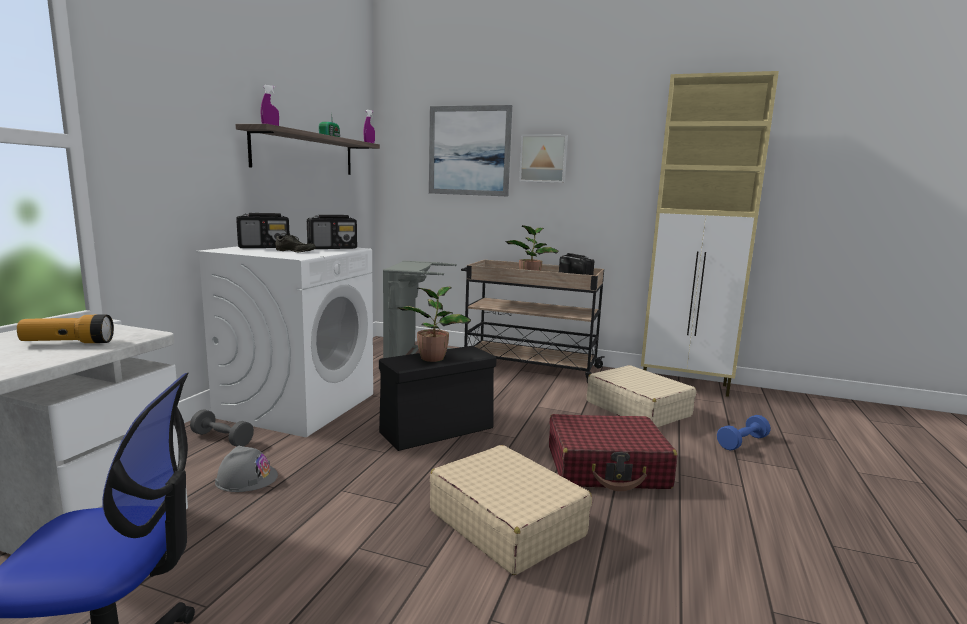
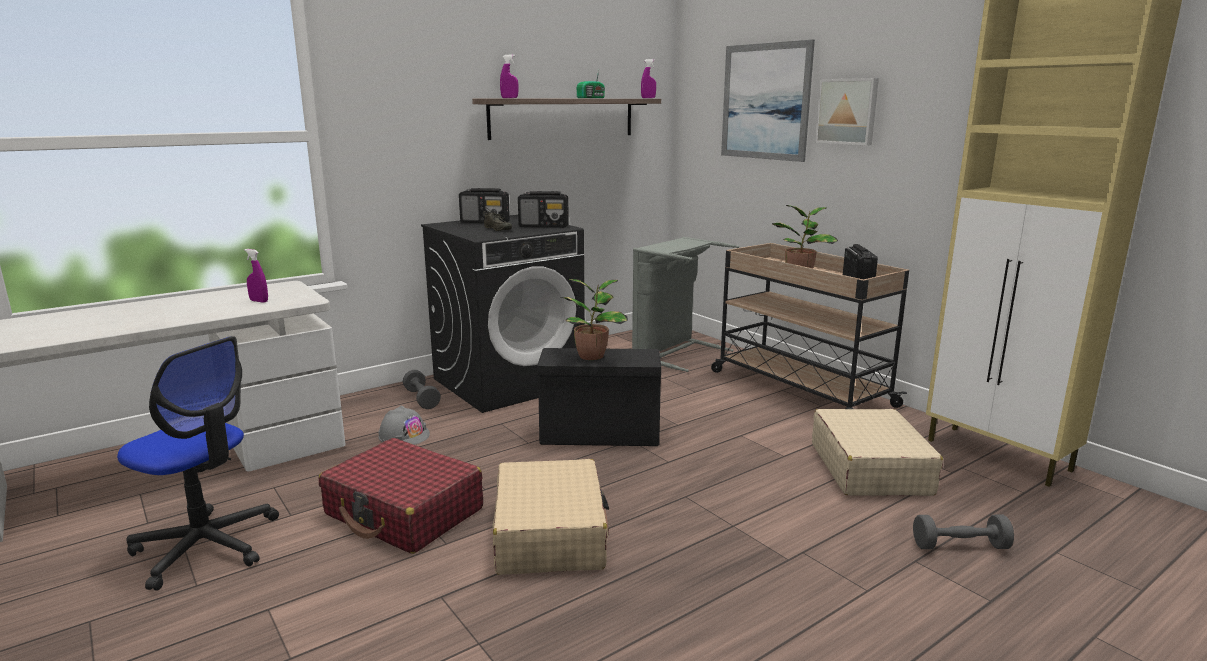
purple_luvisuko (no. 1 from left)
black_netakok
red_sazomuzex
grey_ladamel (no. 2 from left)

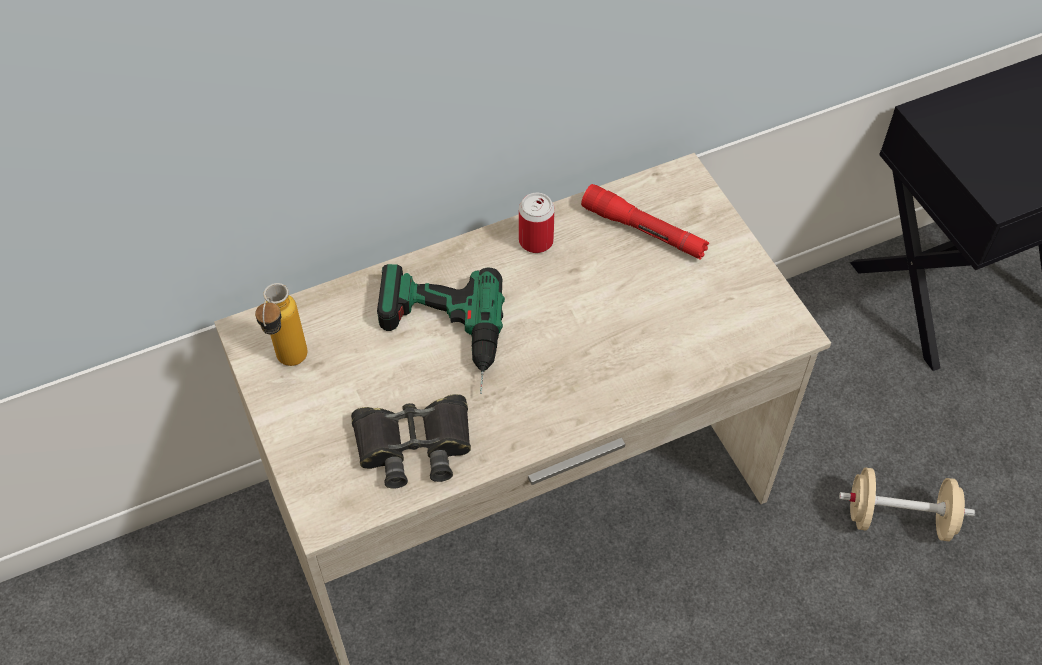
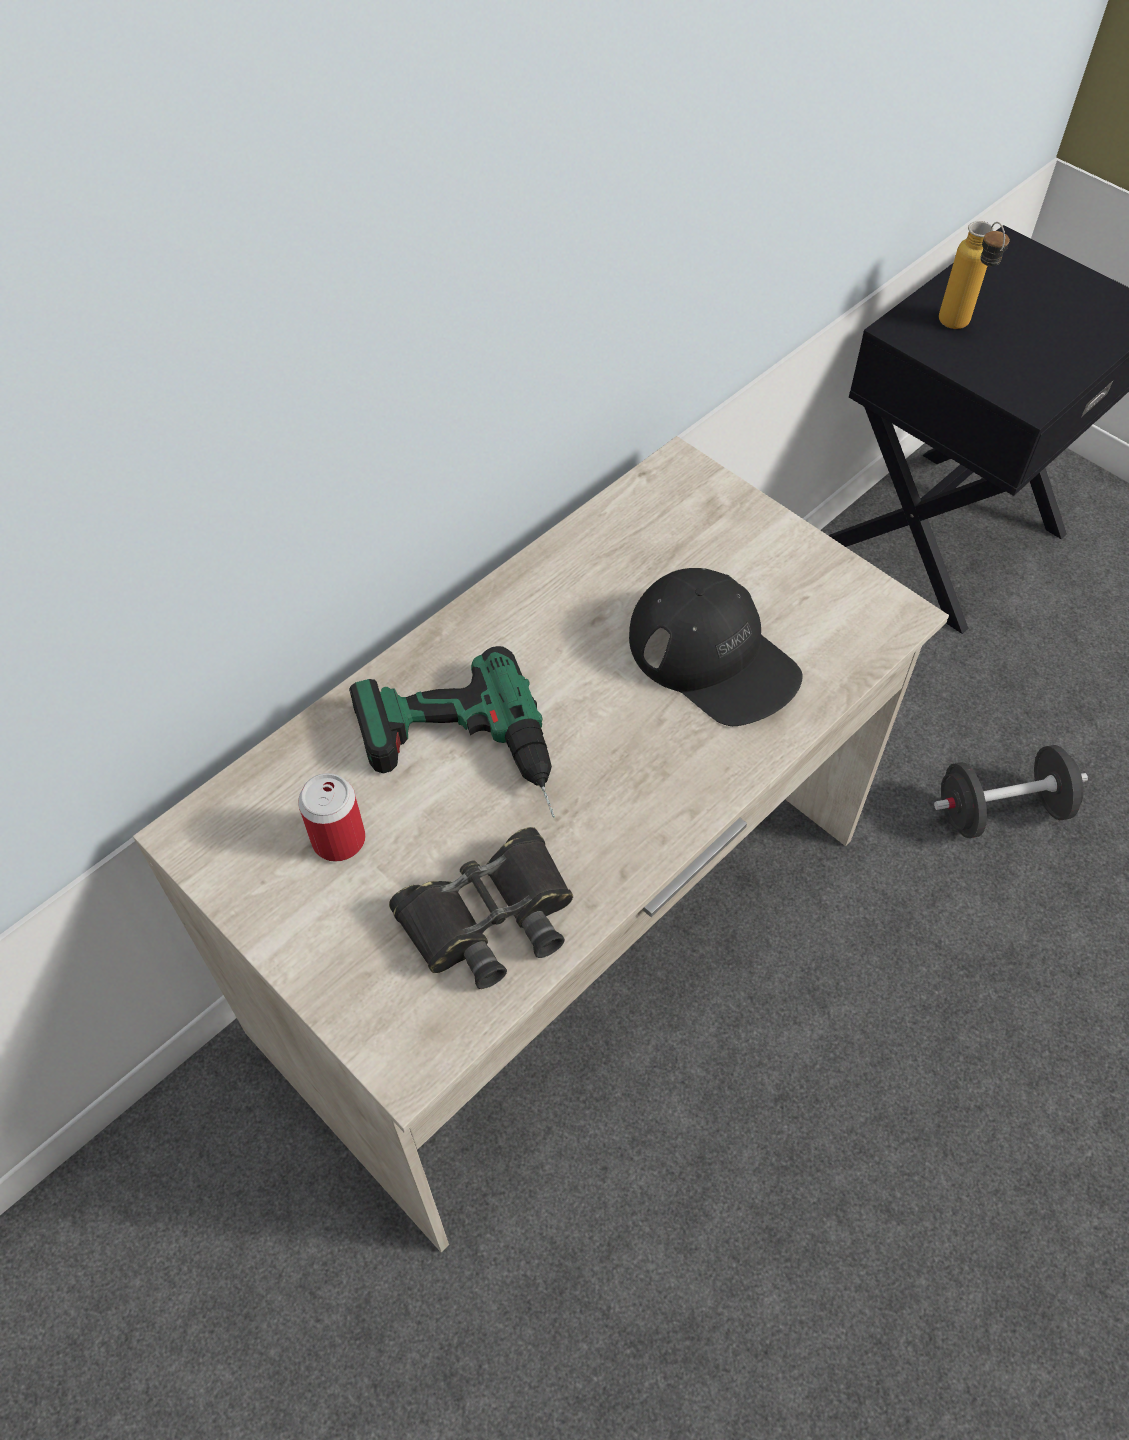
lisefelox
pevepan
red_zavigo
black_ladamel
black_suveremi

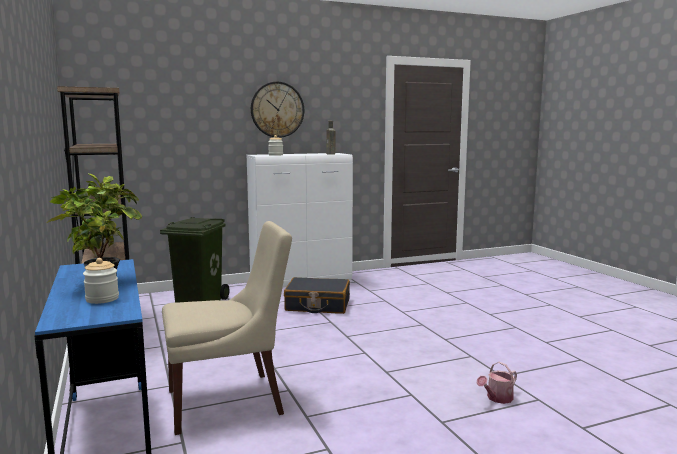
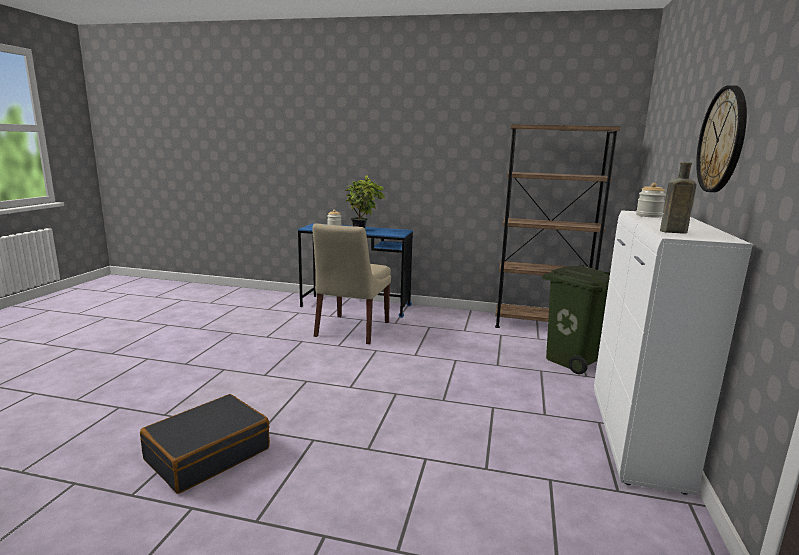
black_sazomuzex
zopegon

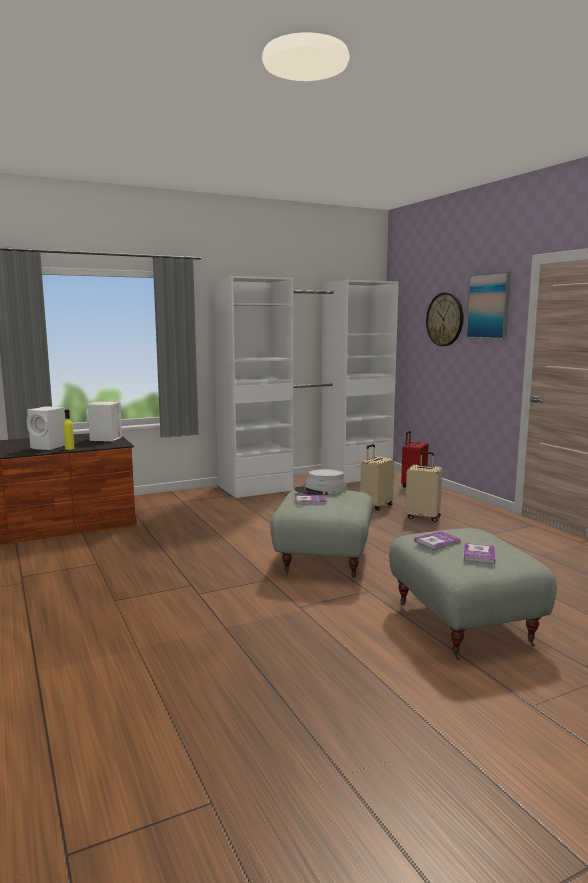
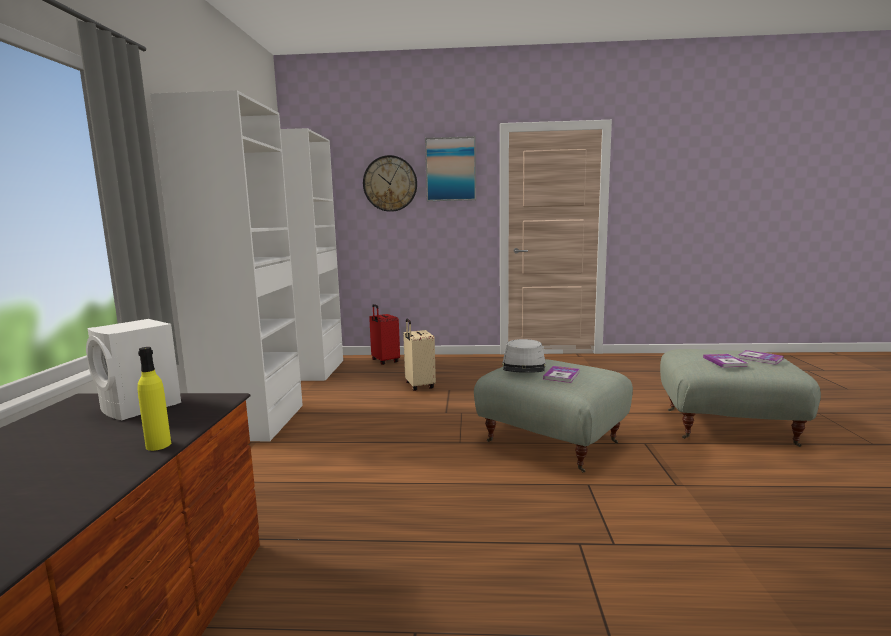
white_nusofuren (no. 1 from left in the first image)
beige_sazomuzex (no. 2 from left in the first image)

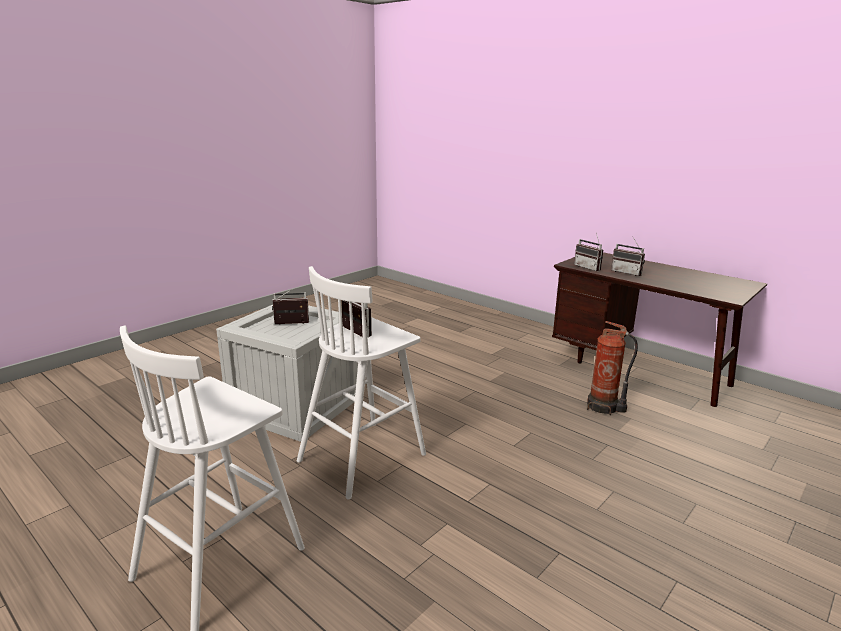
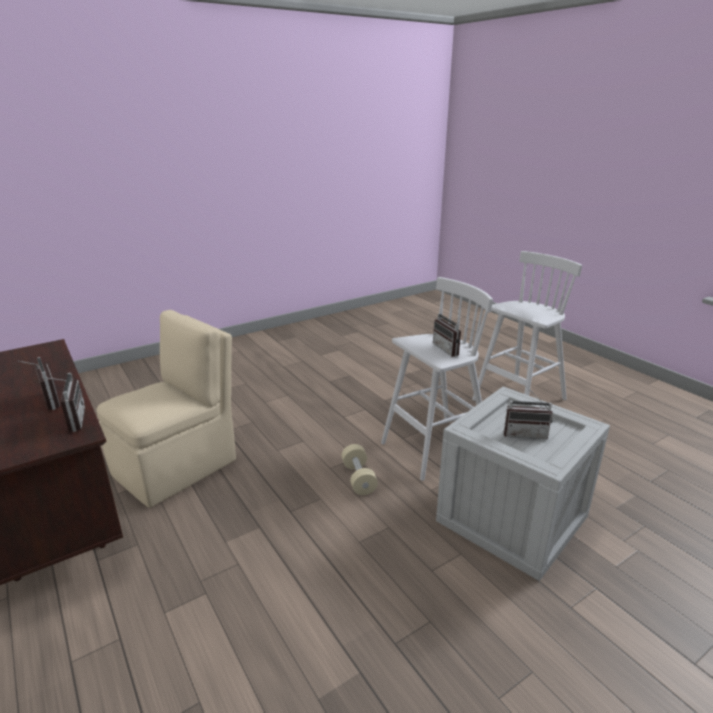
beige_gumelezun
beige_ladamel

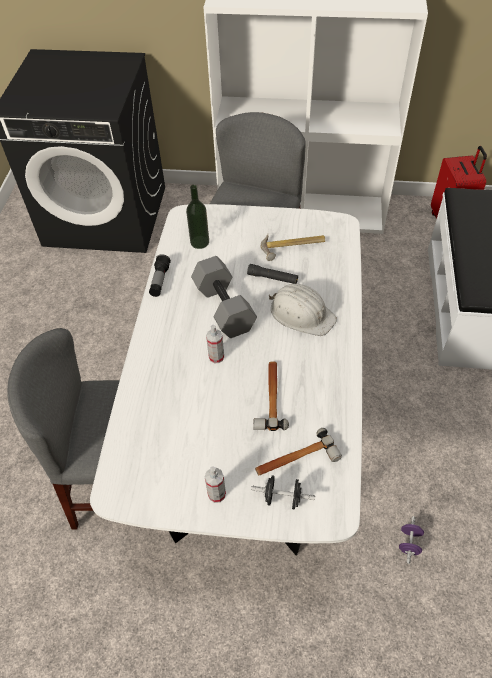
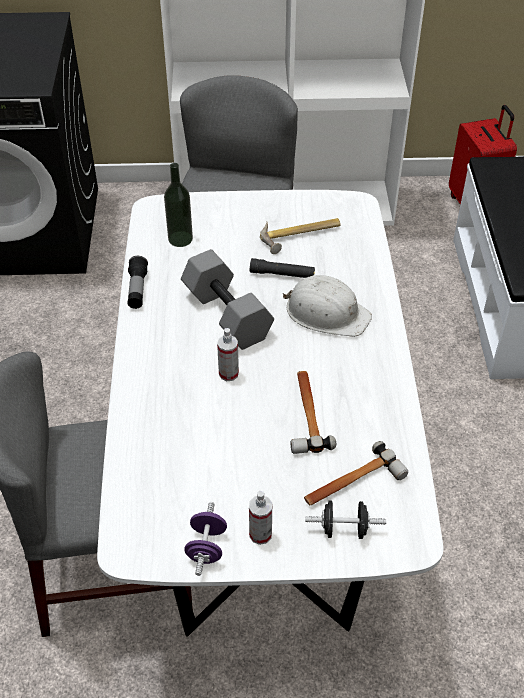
purple_ladamel

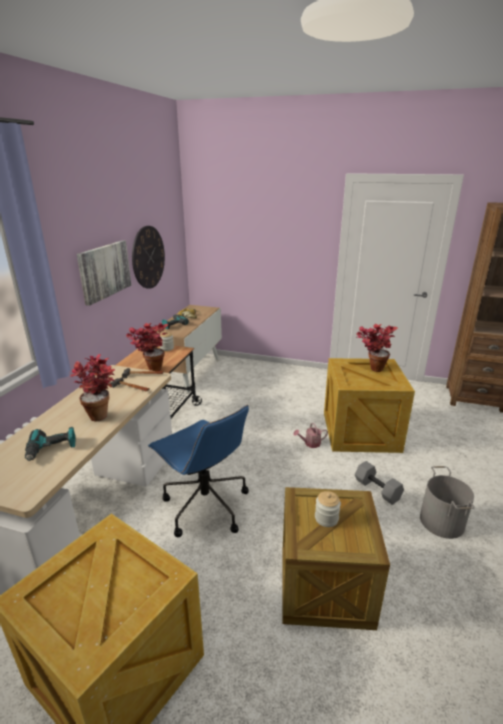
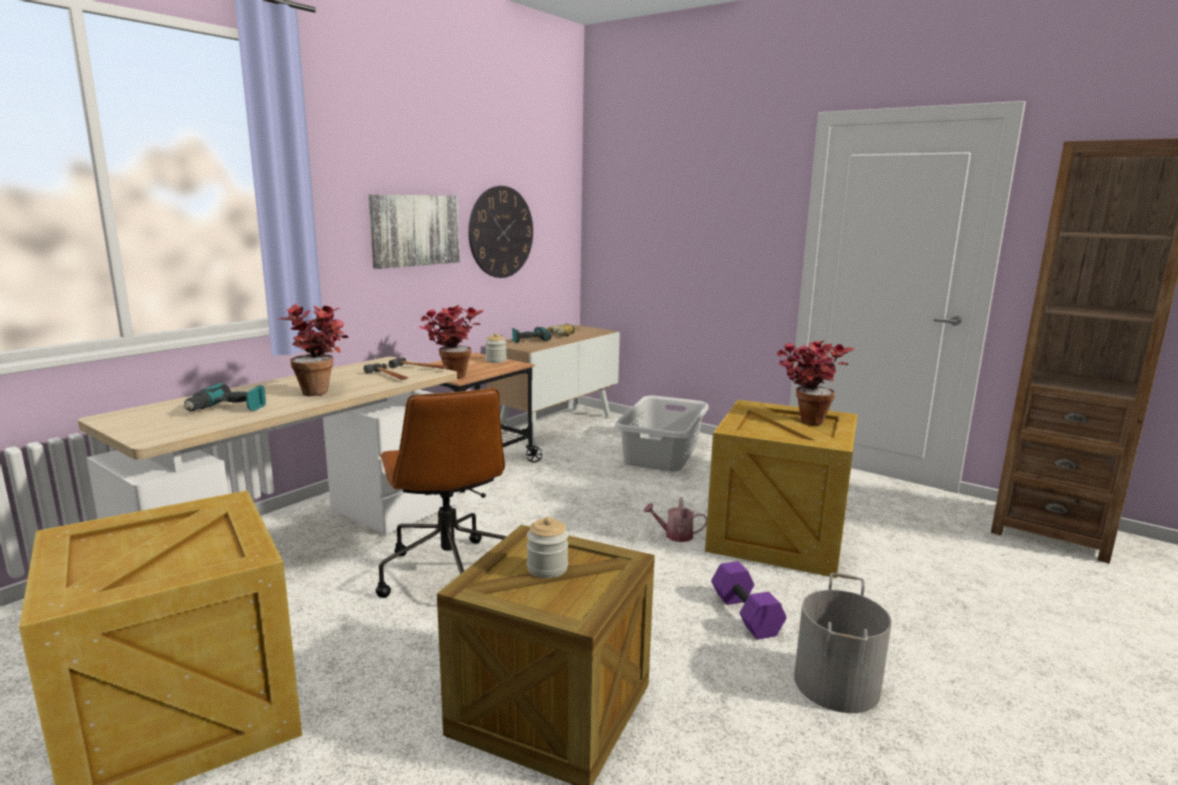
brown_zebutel
purple_ladamel
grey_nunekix

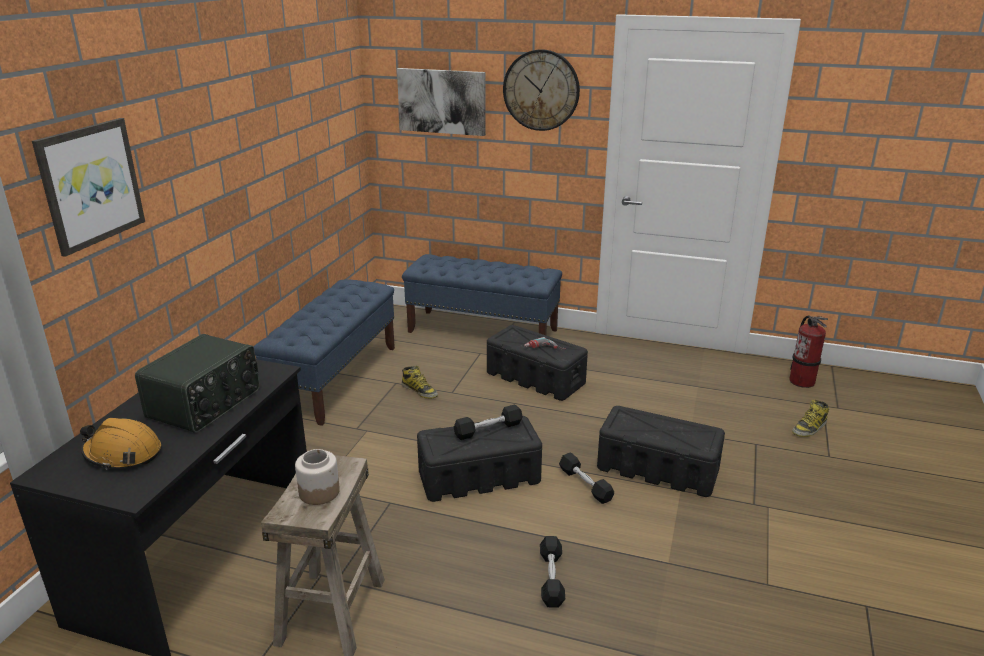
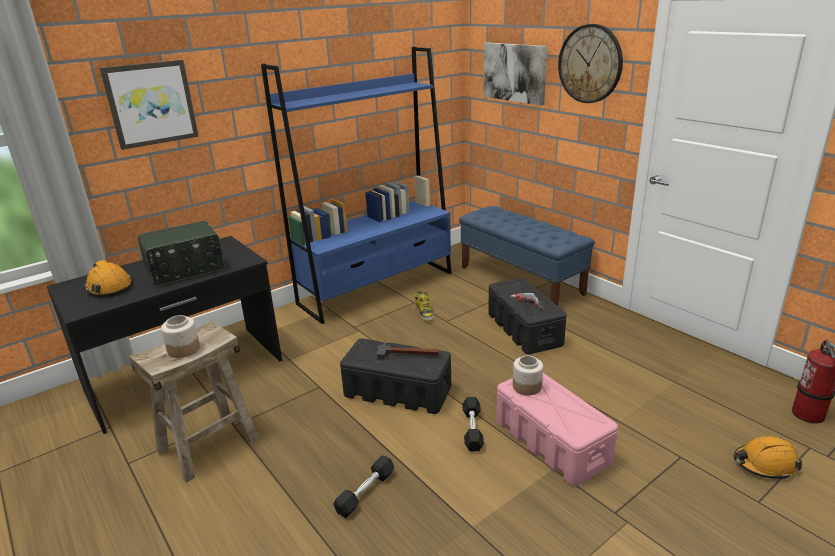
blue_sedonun
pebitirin
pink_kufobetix
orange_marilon (no. 2 from left)
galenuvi (no. 2 from left)

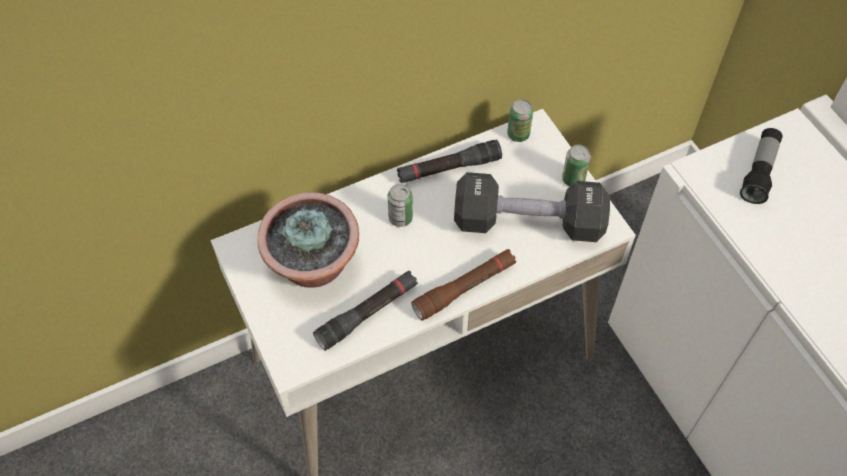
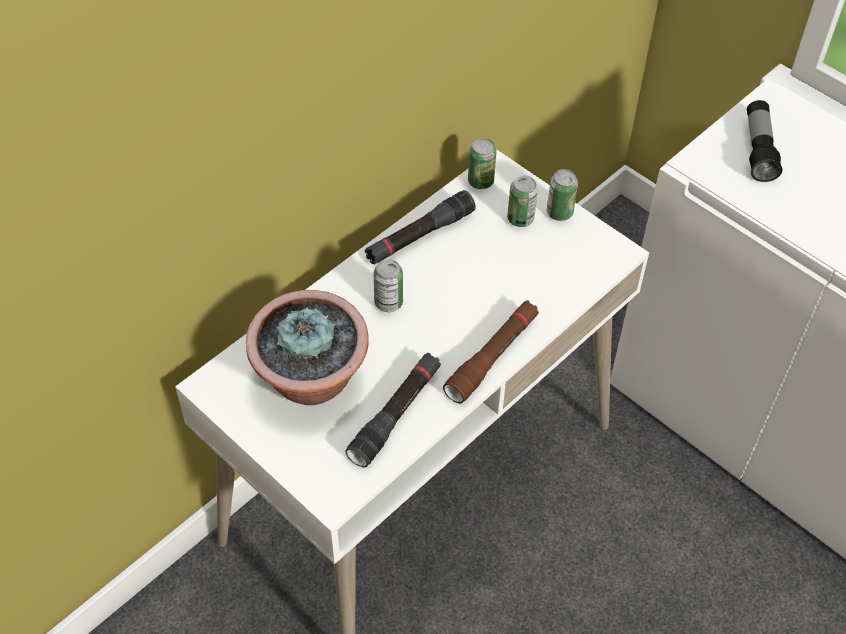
black_ladamel
pevepan (no. 3 from left)

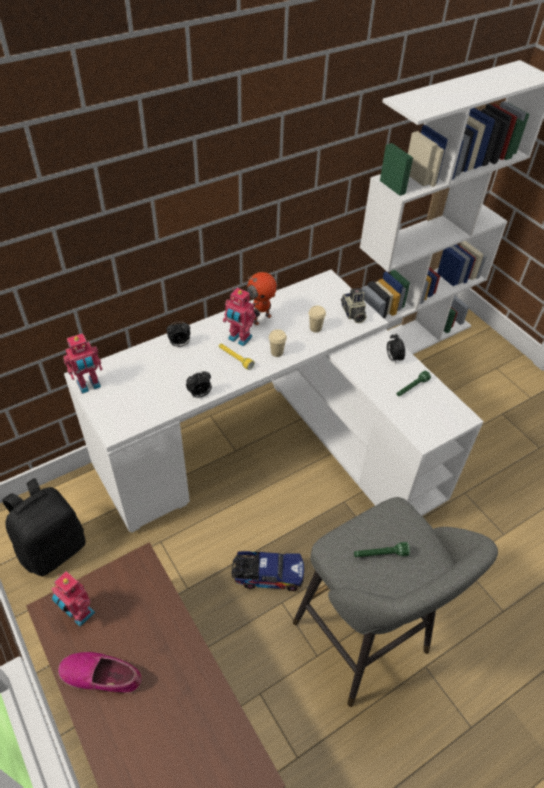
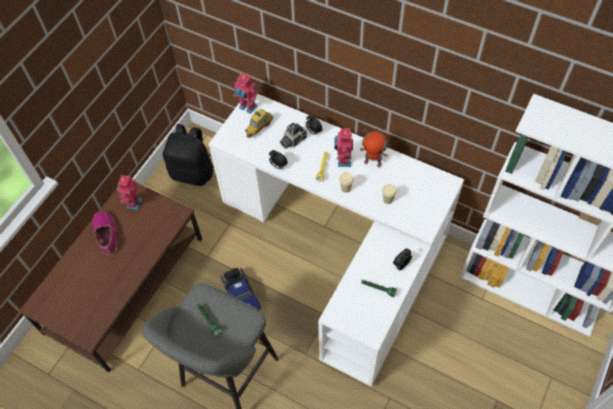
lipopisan
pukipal

